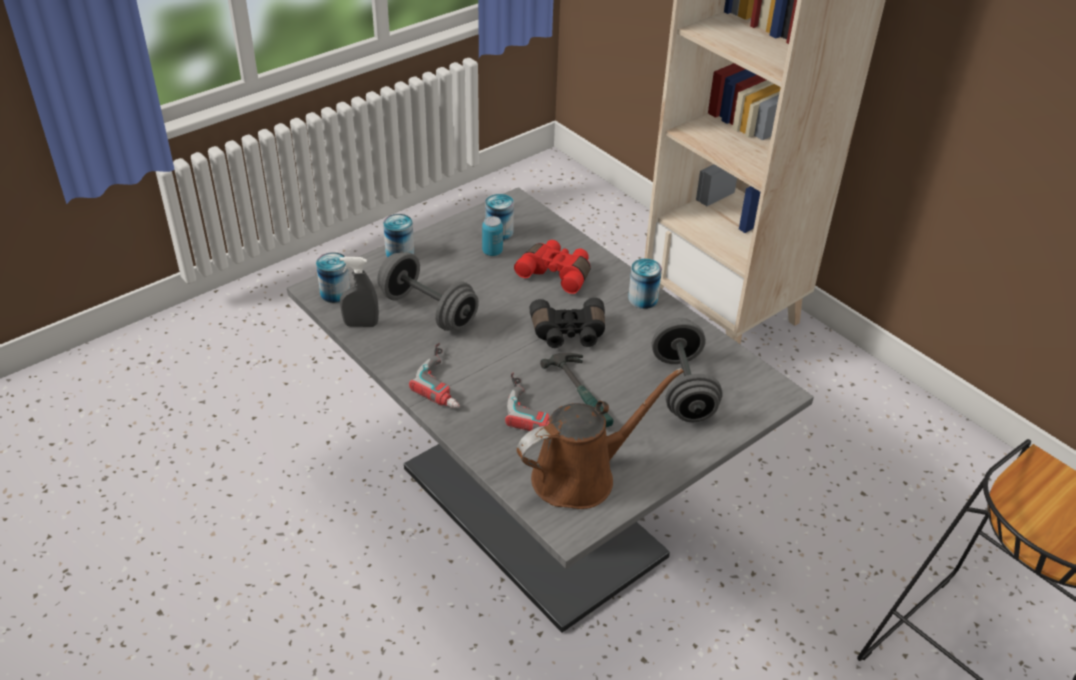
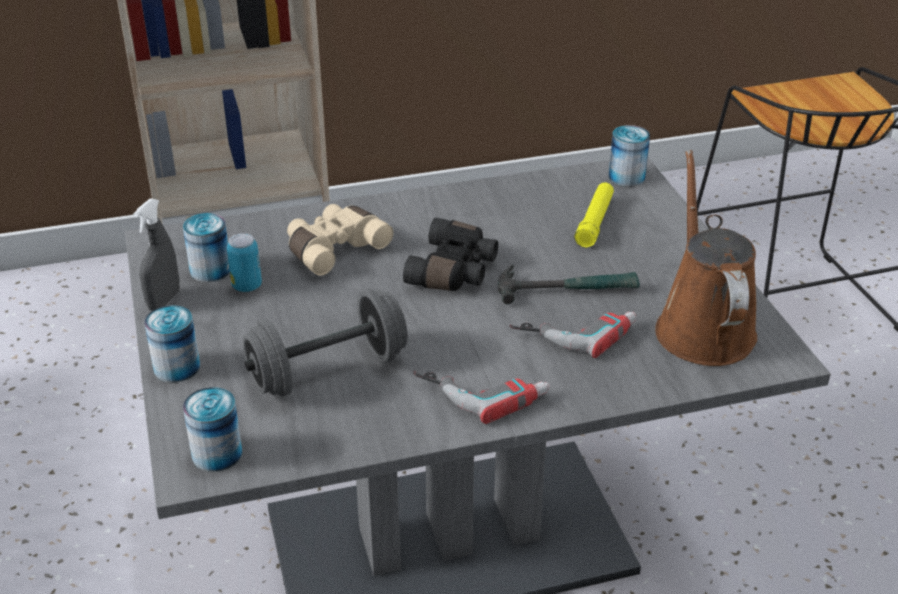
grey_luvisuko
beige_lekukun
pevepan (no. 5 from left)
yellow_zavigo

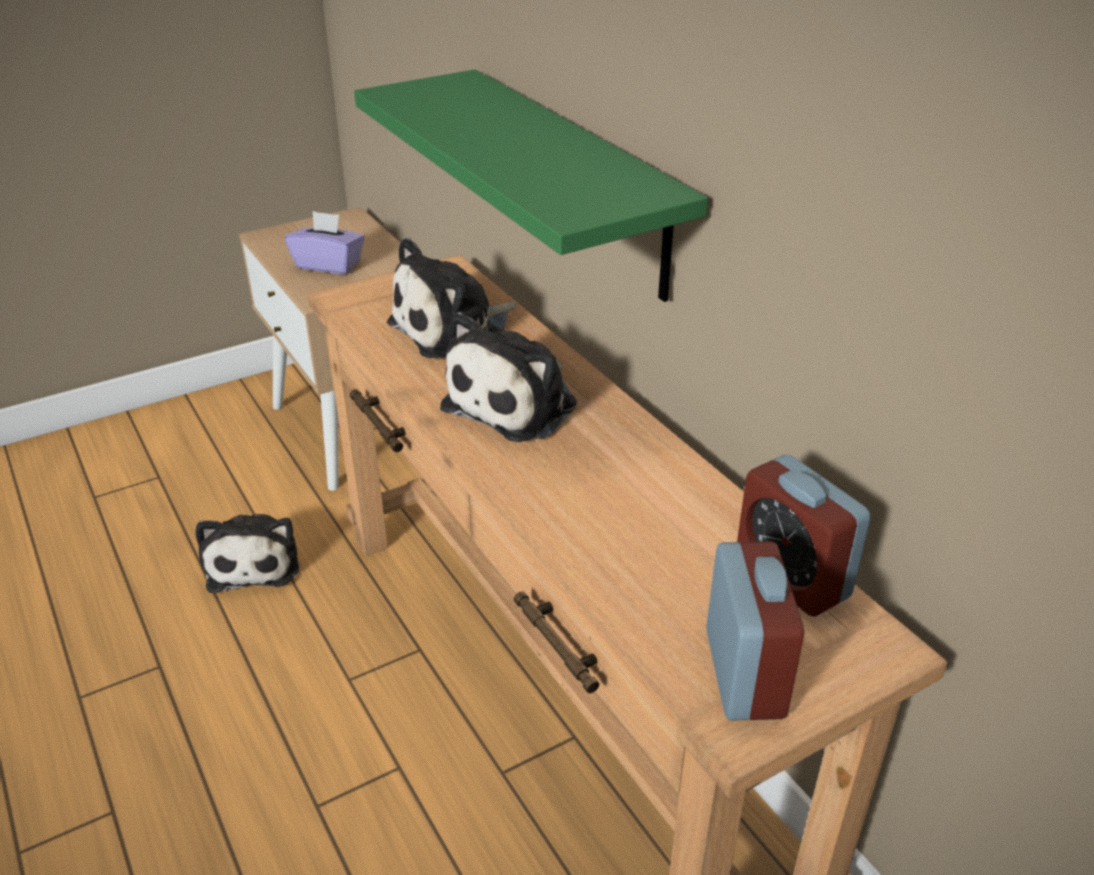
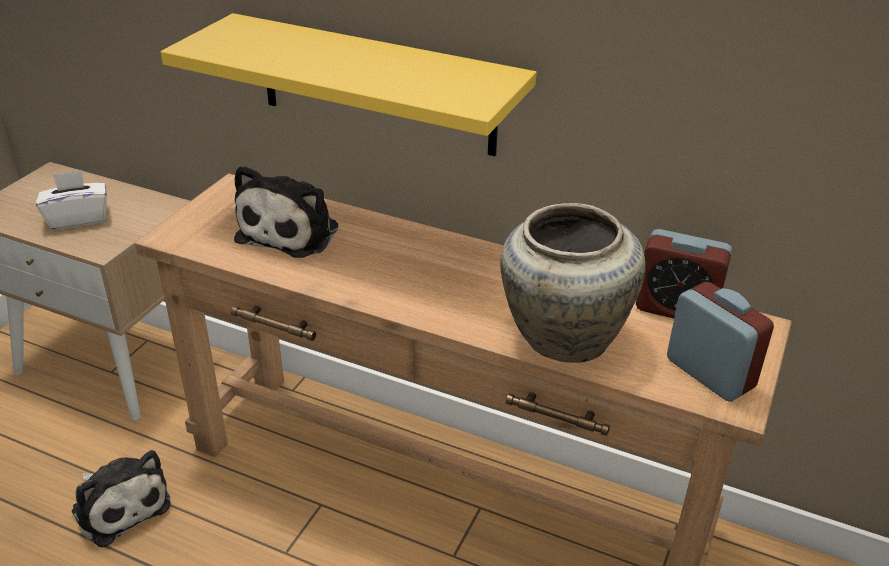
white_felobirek
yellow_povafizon
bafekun (no. 3 from left in the first image)
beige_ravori

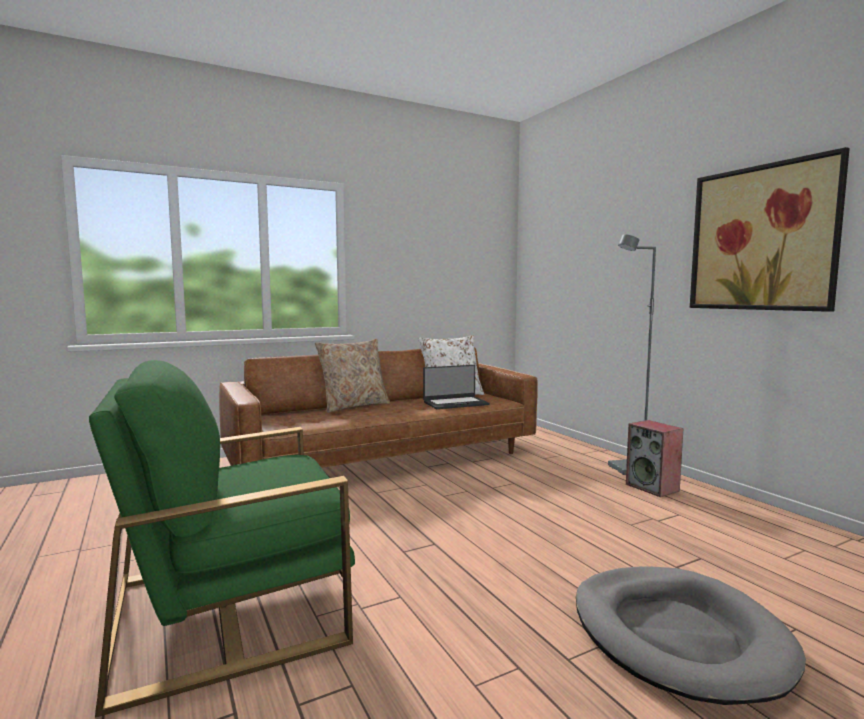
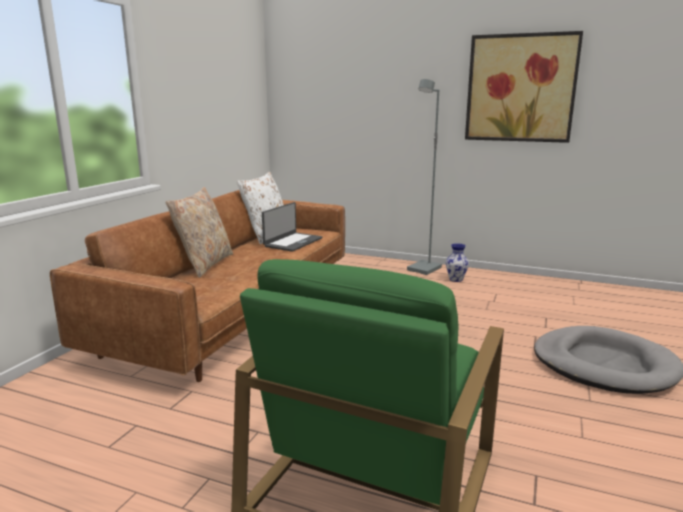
ravori

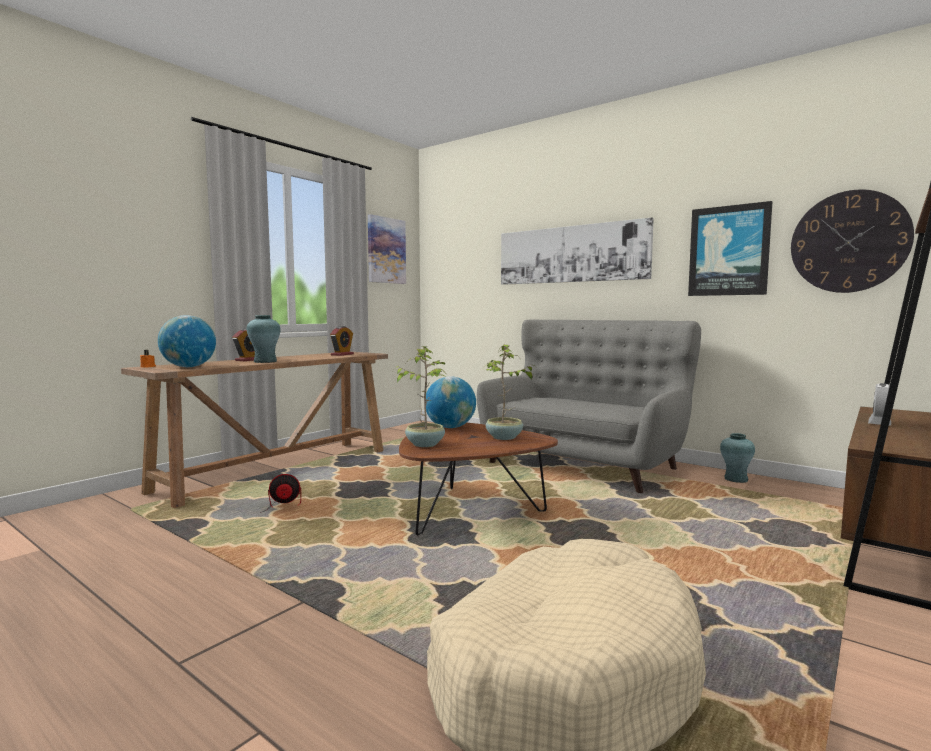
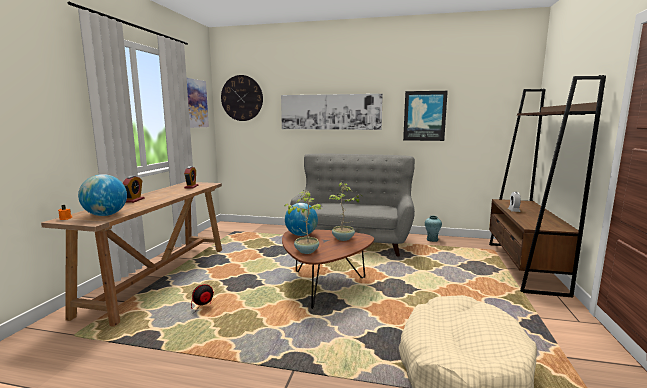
turquoise_ravori (no. 1 from left in the first image)
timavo

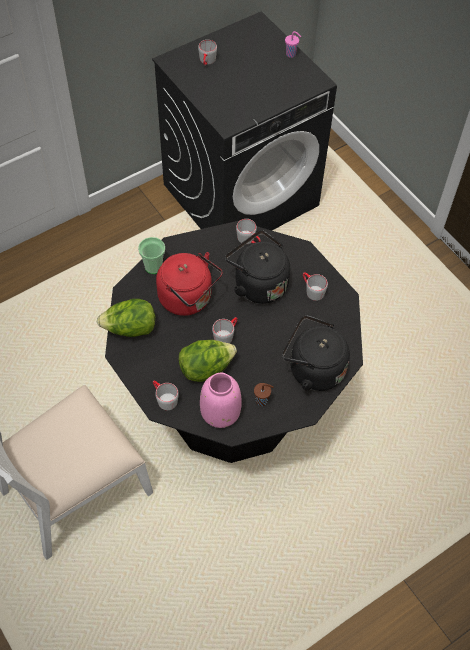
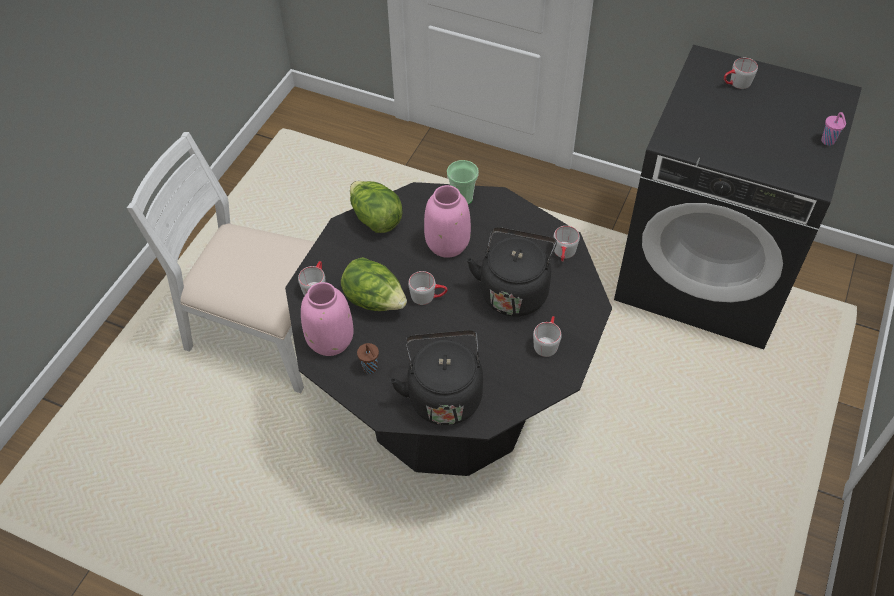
pink_ravori (no. 2 from left)

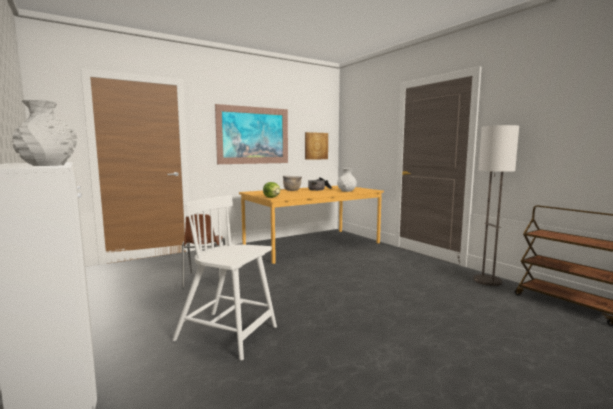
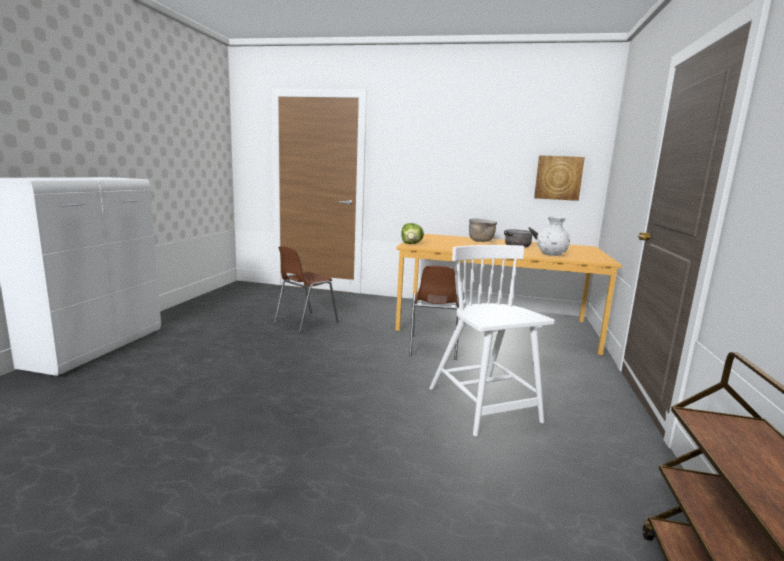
white_ravori (no. 1 from left in the first image)
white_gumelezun
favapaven (no. 1 from left in the first image)
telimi
brown_gumelezun (no. 2 from left)

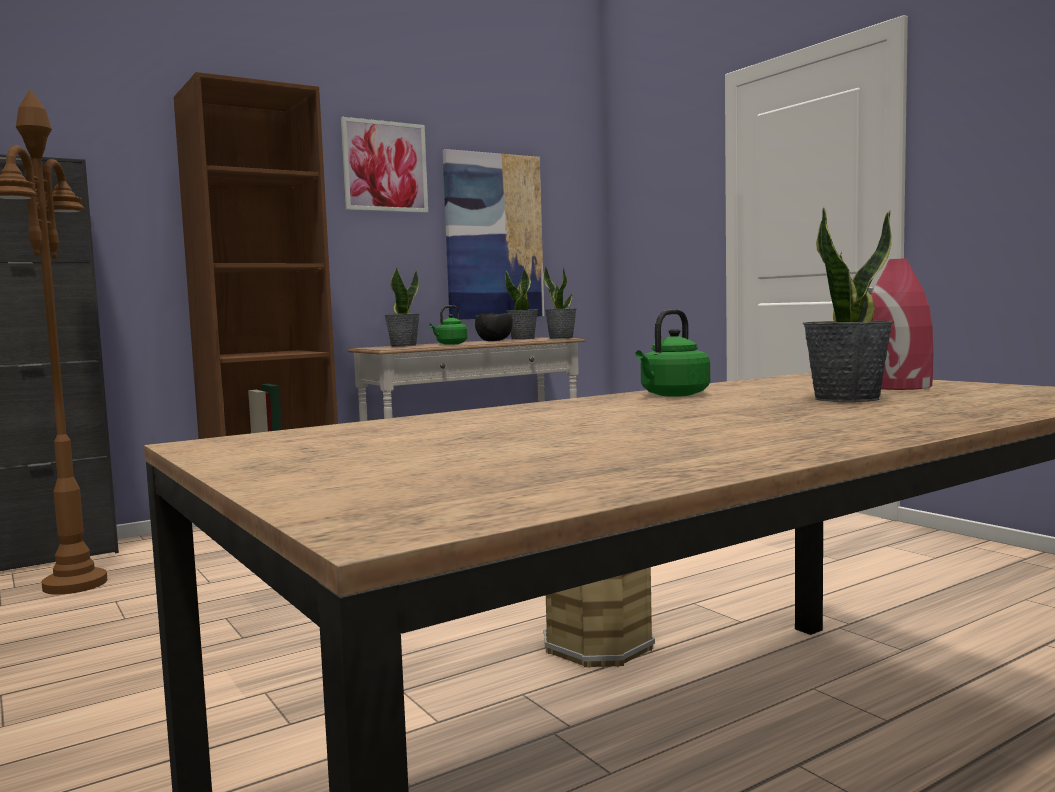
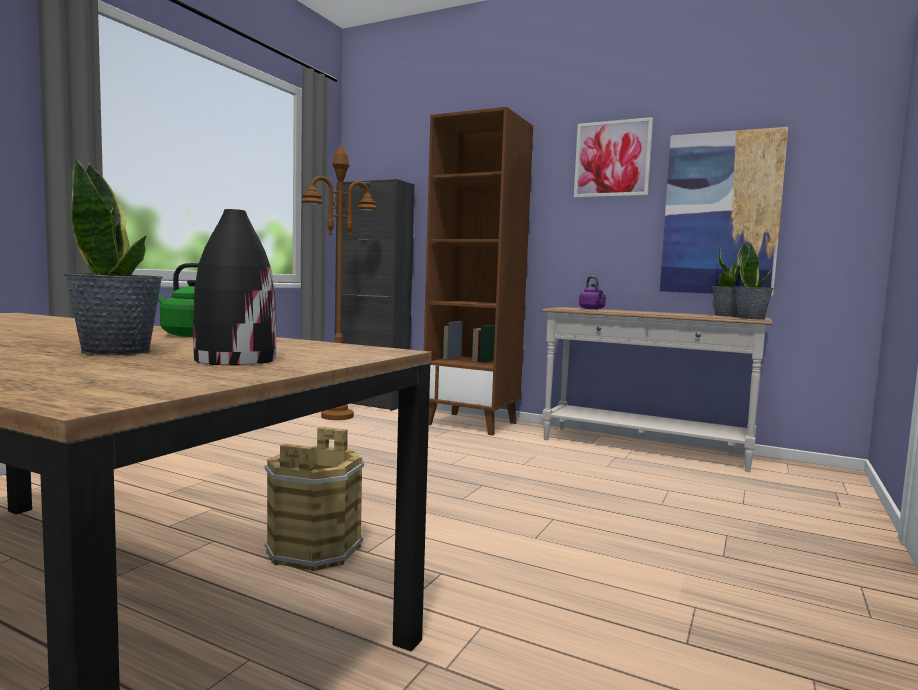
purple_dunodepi
green_dunodepi (no. 1 from left in the first image)
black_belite
black_ravori

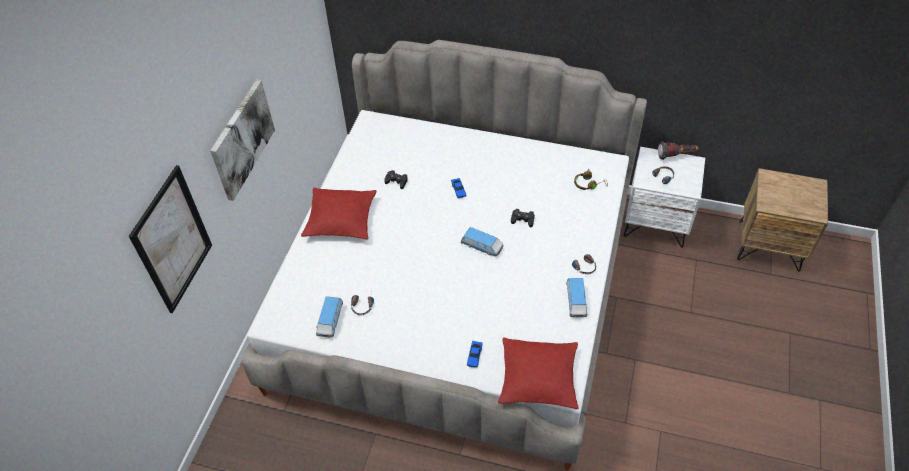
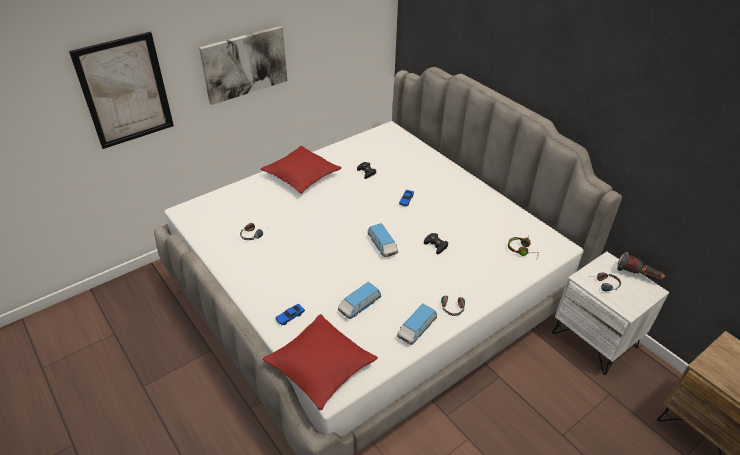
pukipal (no. 2 from left)

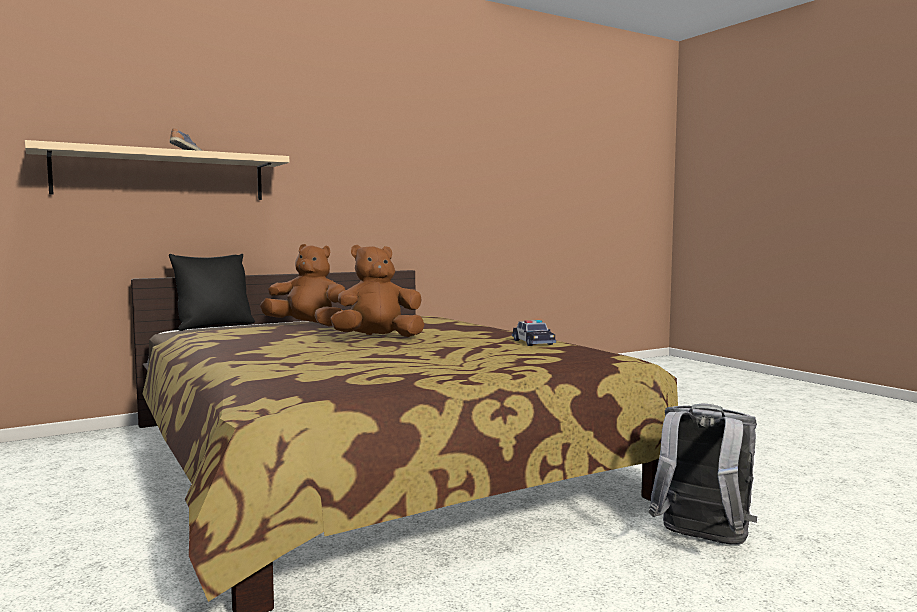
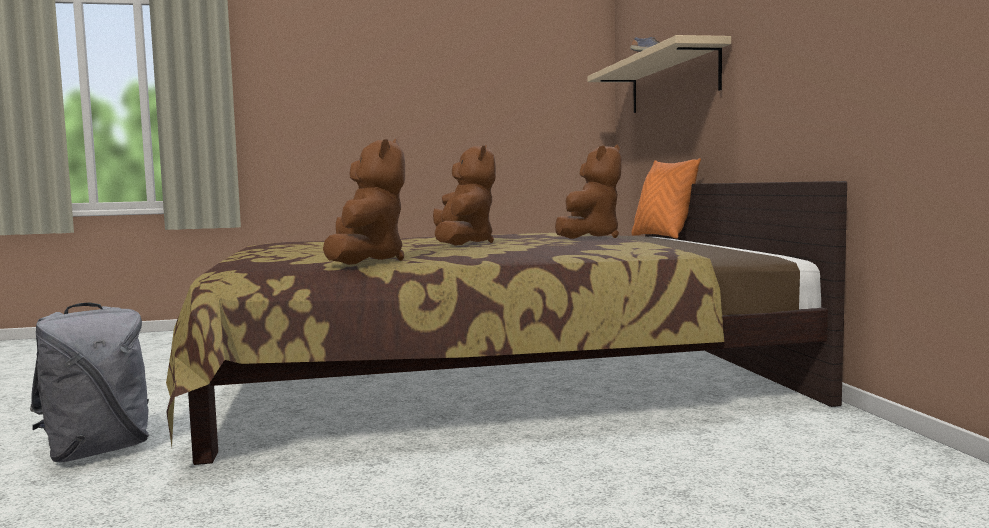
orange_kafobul
brown_bafekun (no. 1 from left)

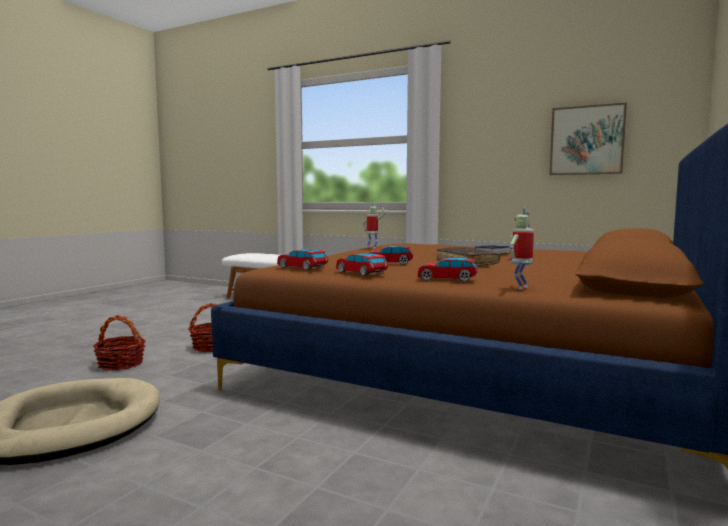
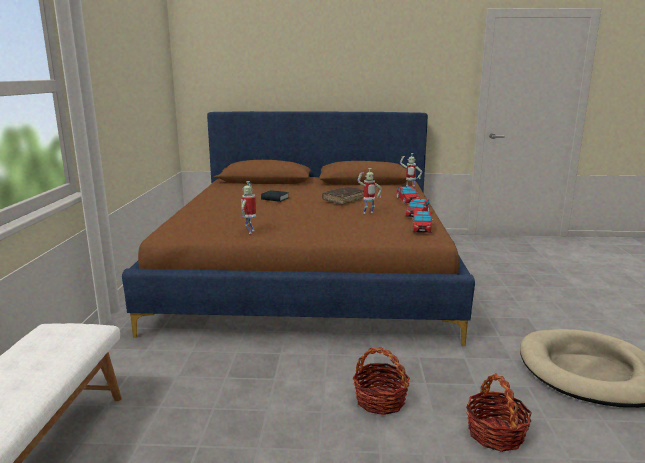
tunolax (no. 2 from left)
favapaven

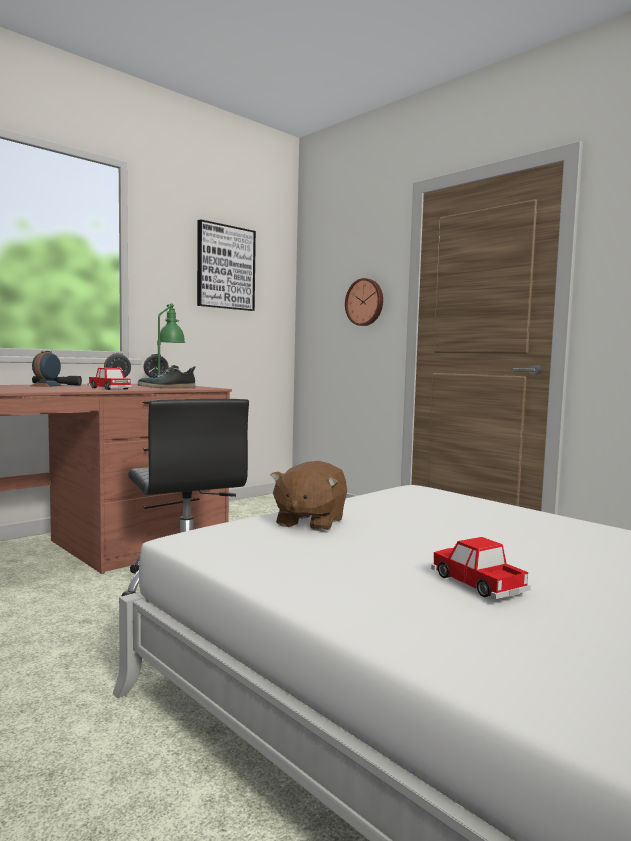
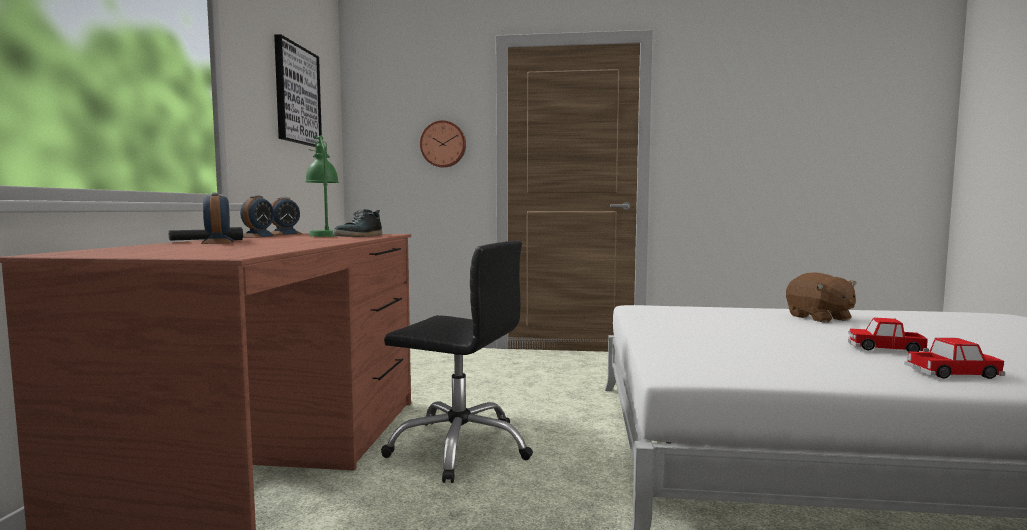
pukipal (no. 2 from left)
brown_bafekun

